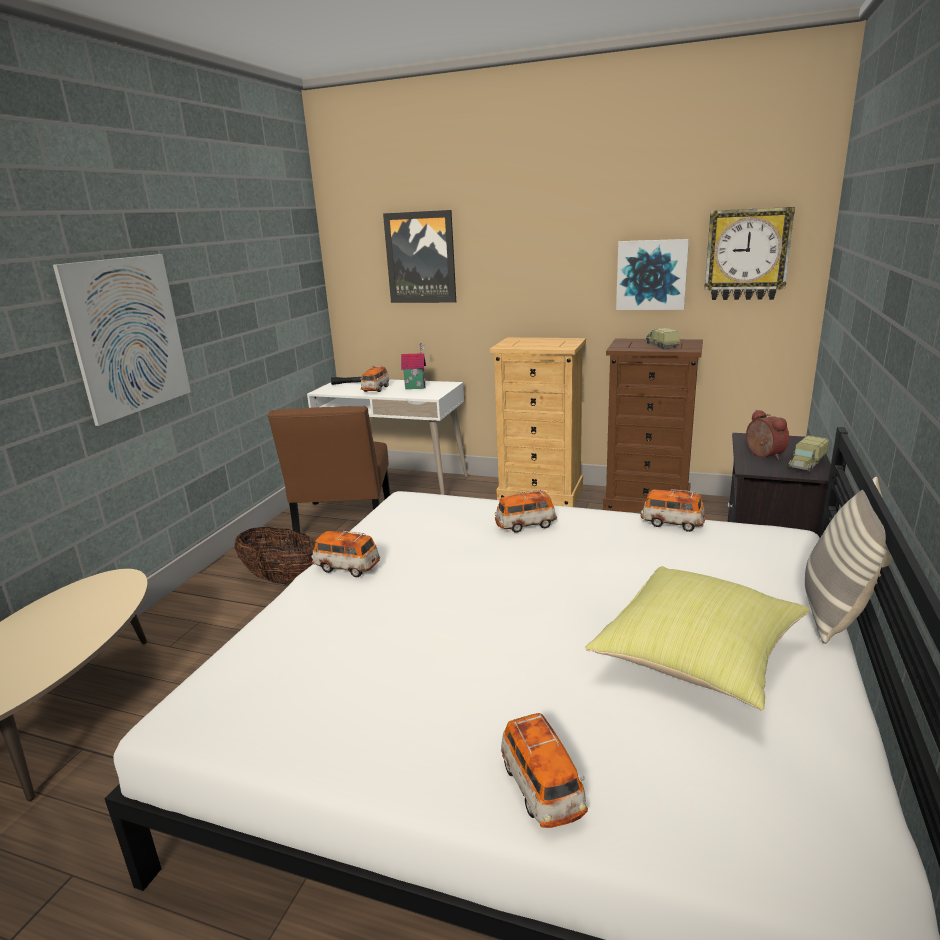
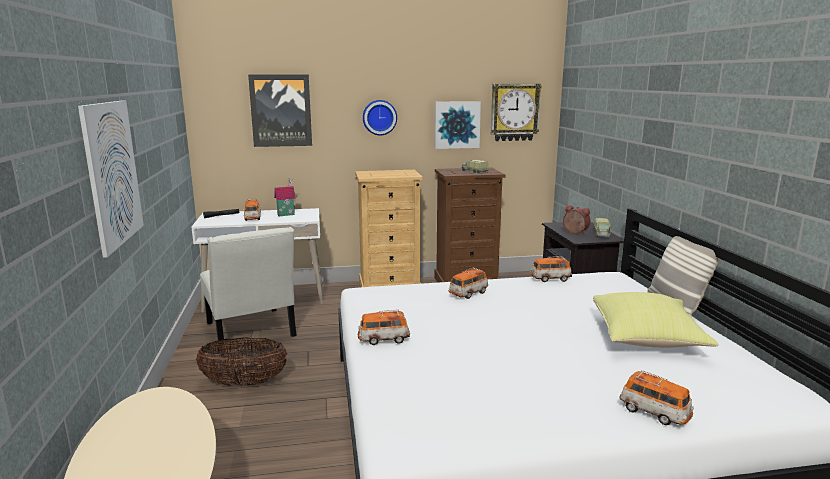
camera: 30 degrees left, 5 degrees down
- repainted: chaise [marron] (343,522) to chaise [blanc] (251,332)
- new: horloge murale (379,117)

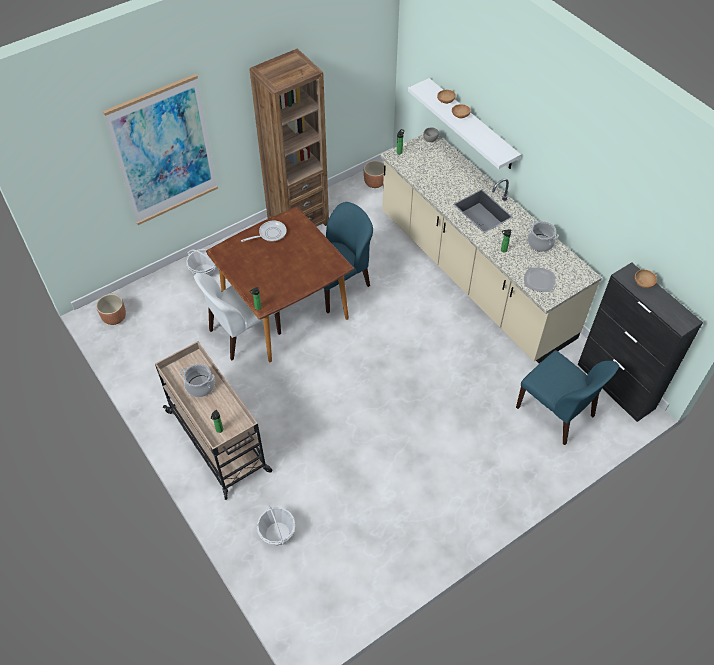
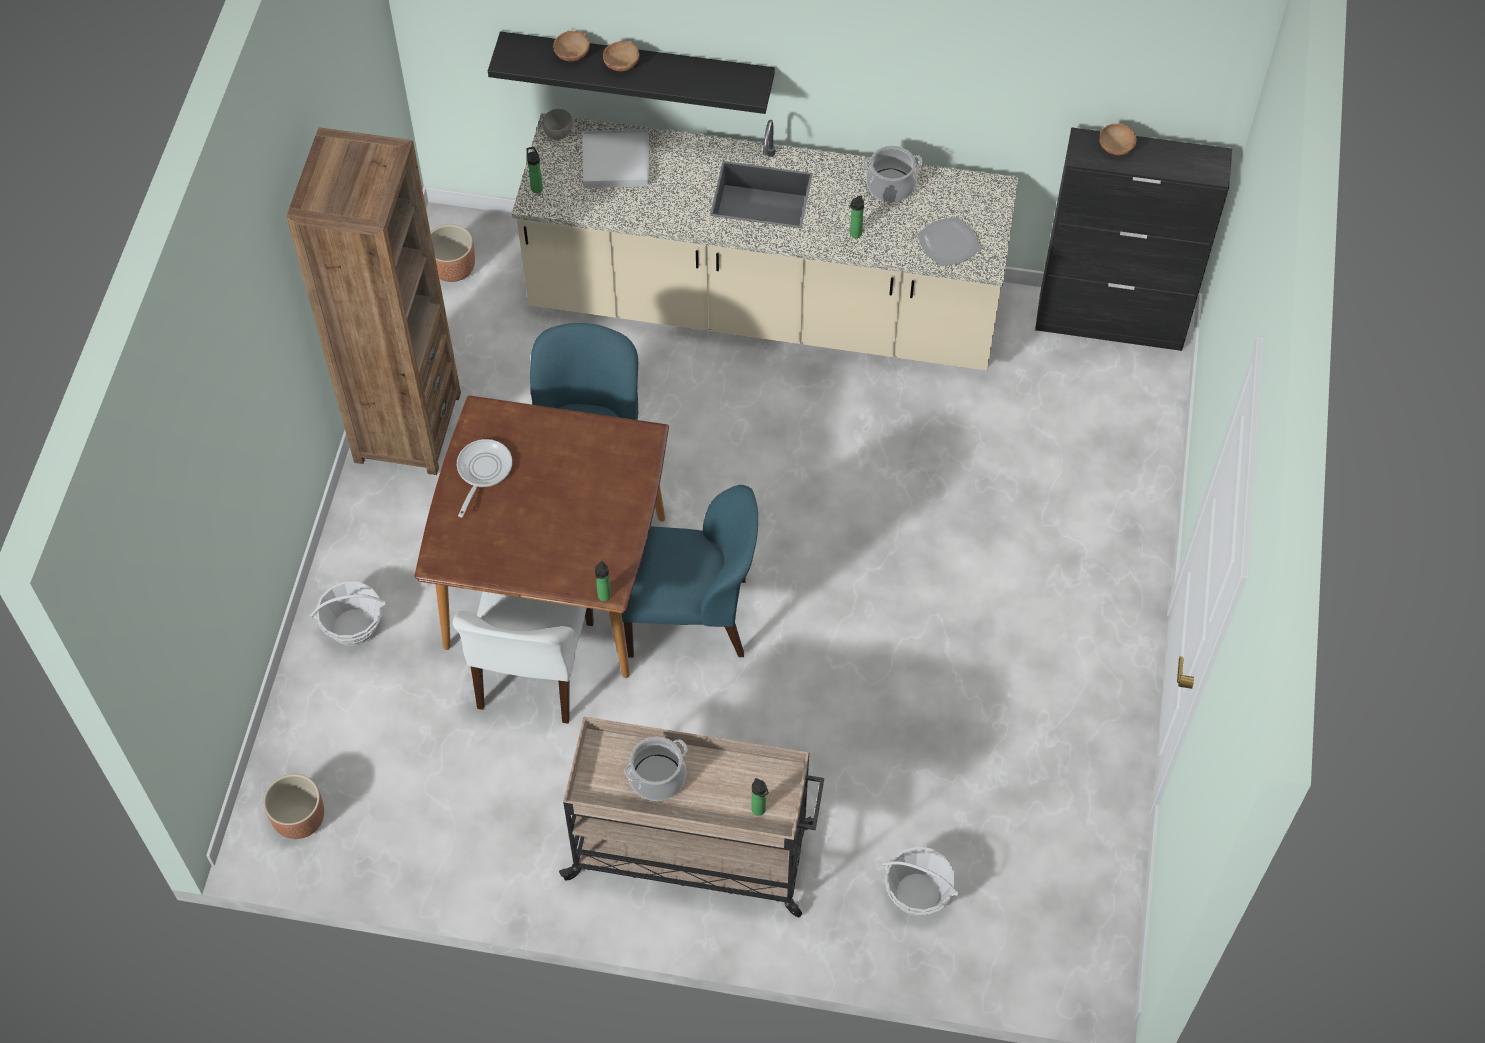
camera: 45 degrees left, 5 degrees up
- gone: tableau (164,152)
- repainted: étagère [blanc] (471,124) to étagère [noir] (637,66)
- shifted: chaise [bleu] (556,412) to (690,617)
- new: plateau [blanc] (616,162)

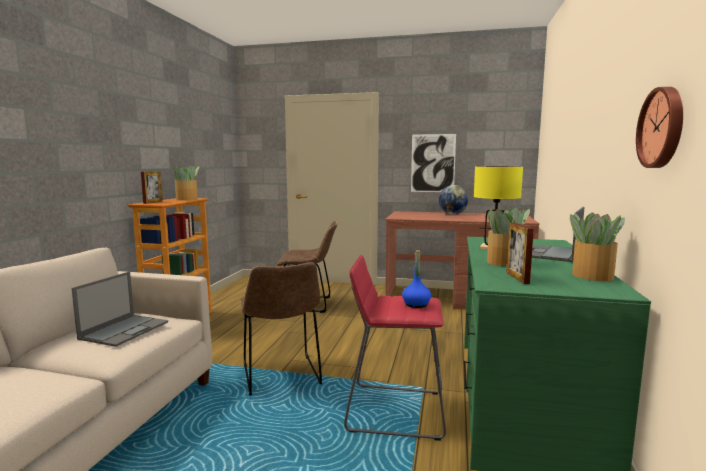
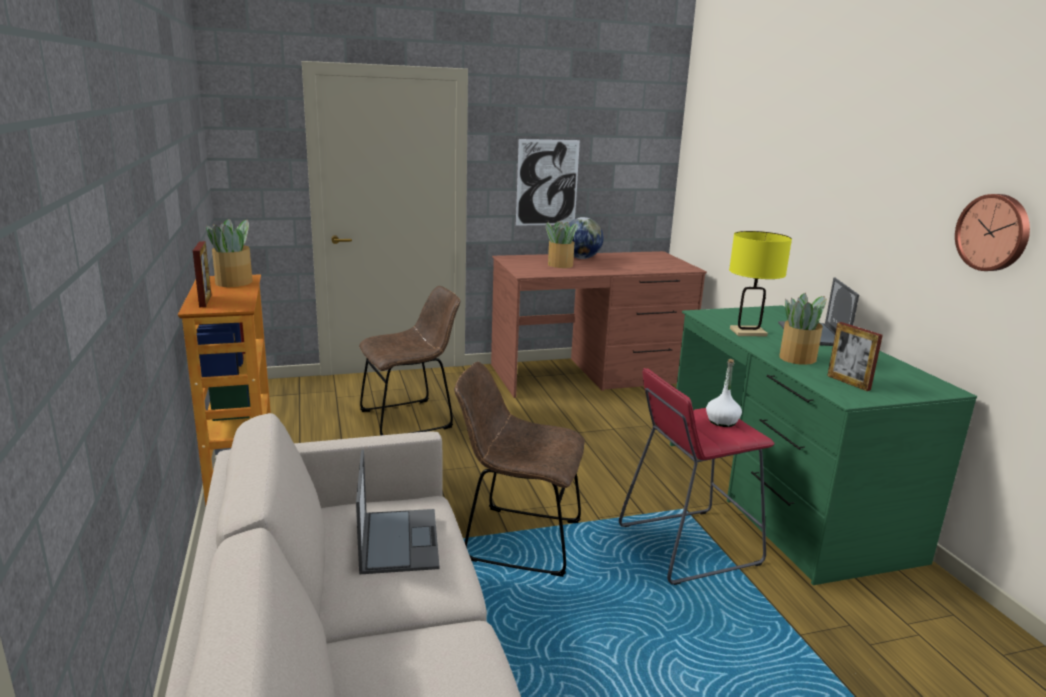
camera: 30 degrees left, 10 degrees up
- rotated: chaise [marron] (281,376) = (517,539) 150 degrees clockwise
- repainted: bouteille [bleu] (416,304) to bouteille [blanc] (722,421)
- shifted: plante en pot (591,276) to (559,265)

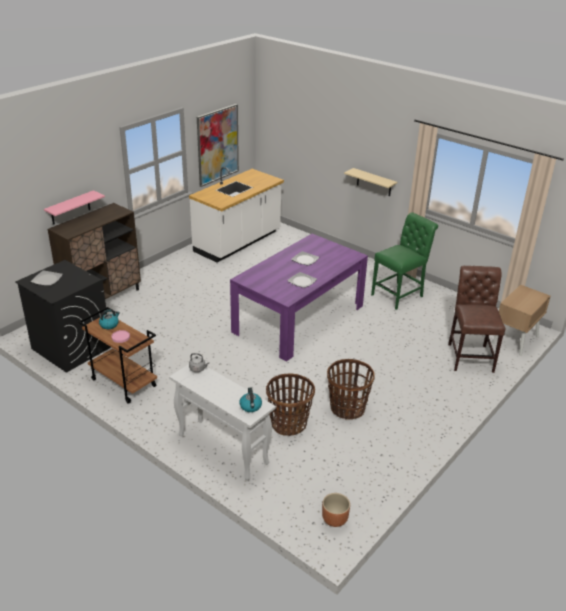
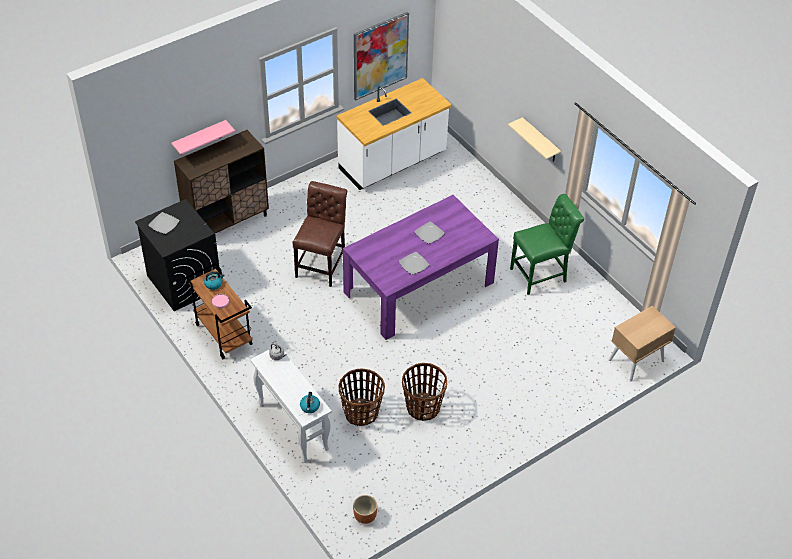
camera: 15 degrees right, 15 degrees up
- shifted: chaise [marron] (470,355) to (322,264)

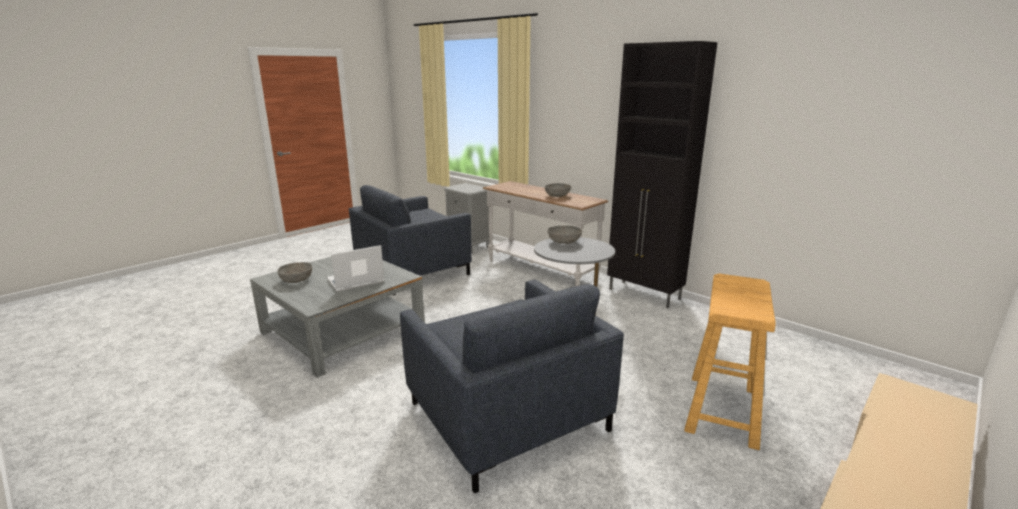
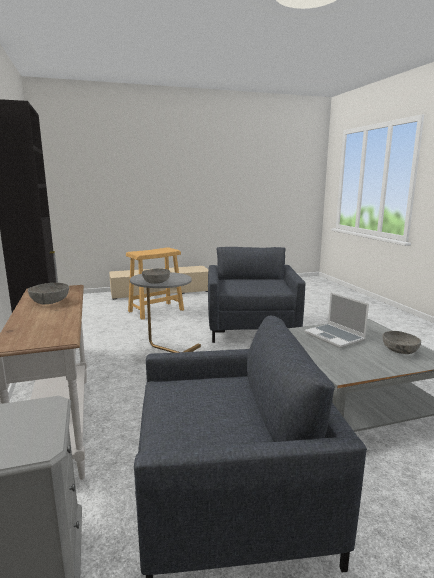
camera: 150 degrees left, 5 degrees down
- rotated: ordinateur portable (355,281) = (335,337) 60 degrees clockwise

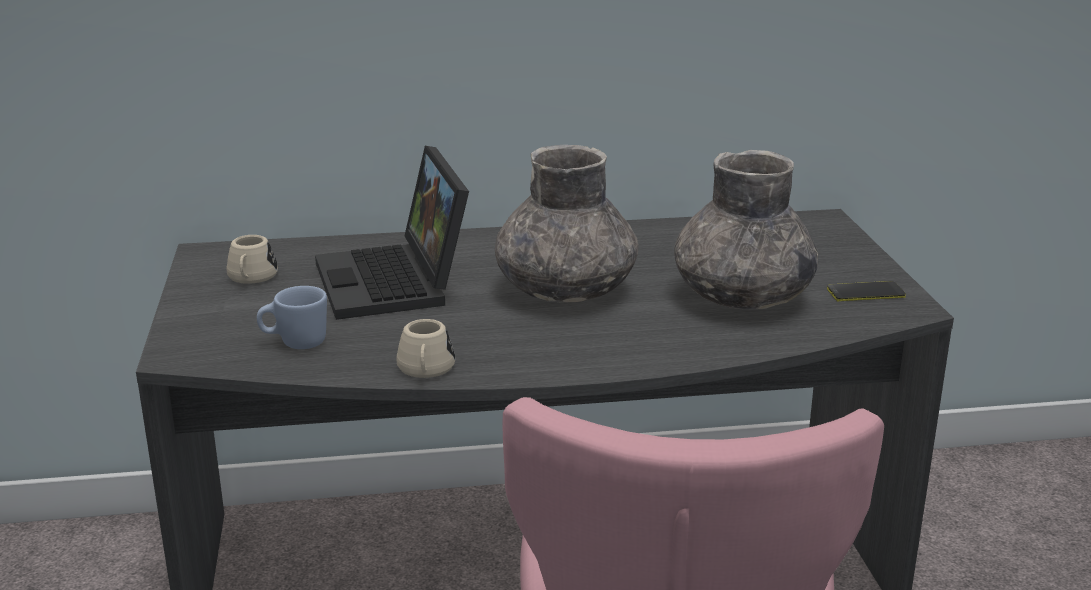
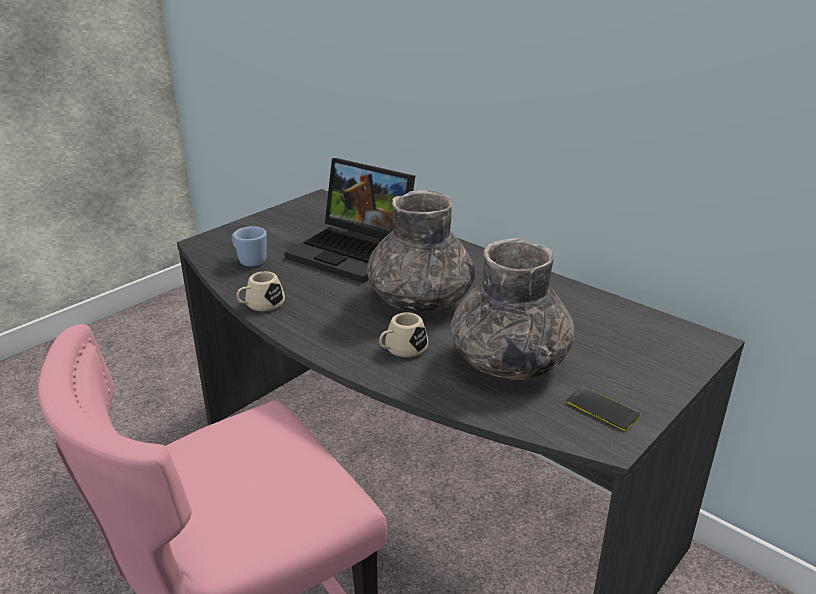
camera: 50 degrees right, 5 degrees up
- shifted: mug [beige] (251,278) to (401,349)
- rotated: ordinateur portable (396,283) = (355,252) 90 degrees counterclockwise

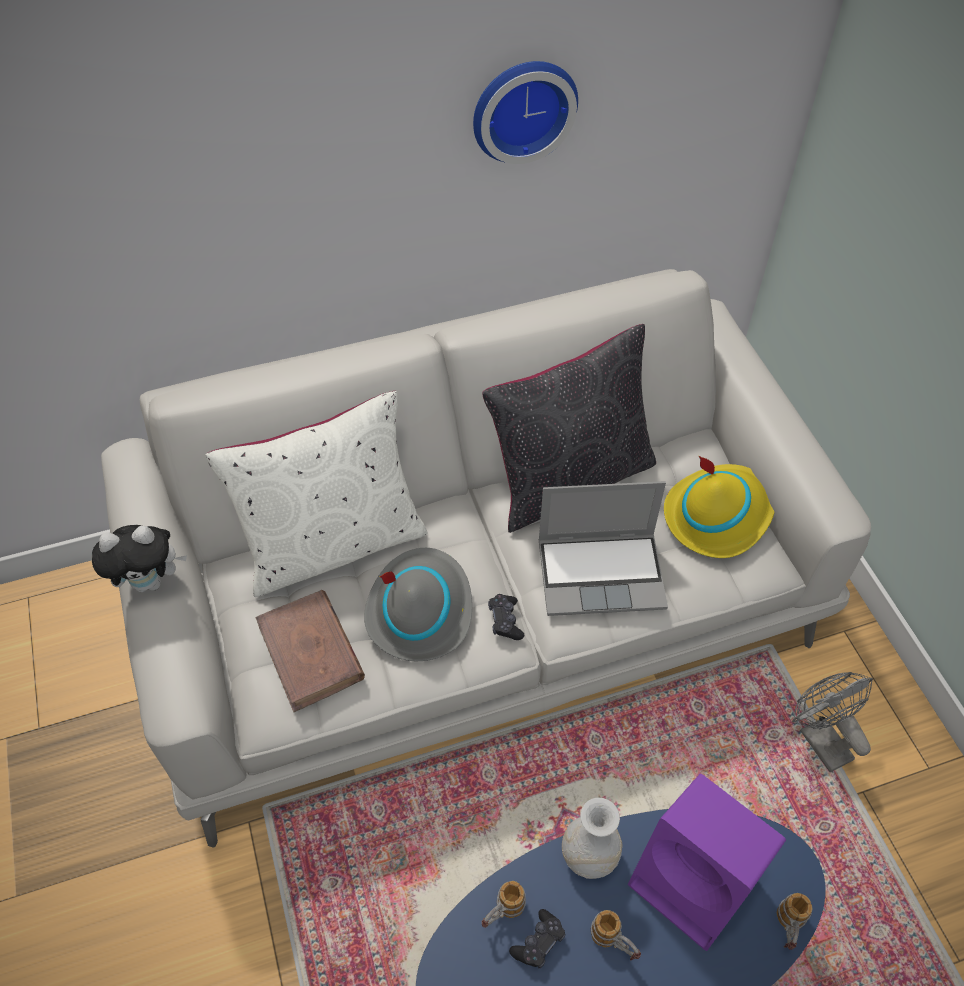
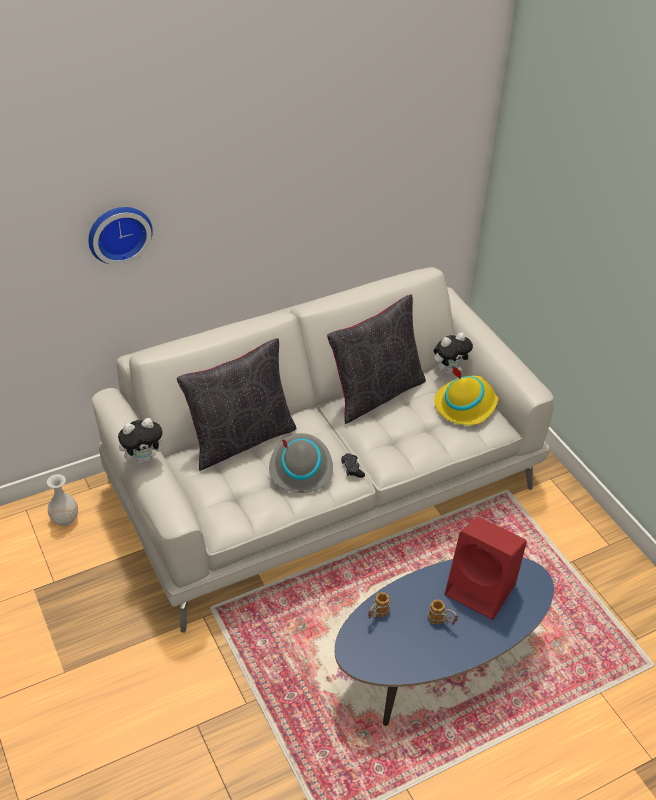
camera: 10 degrees left, 10 degrees down
- repainted: coussin [blanc] (333,543) to coussin [noir] (240,439)
- gone: livre [marron] (310,652)
- shifted: horloge murale (522,108) to (118,233)
- gone: manette [noir] (538,942)
- gone: ordinateur portable (602,573)
- shifted: vase [blanc] (589,856) to (65,519)
- repainted: enceinte [violet] (696,883) to enceinte [rouge] (482,589)
- gone: mug (788,929)
- gone: ventilateur [gris] (819,738)
- new: peluche (449,370)

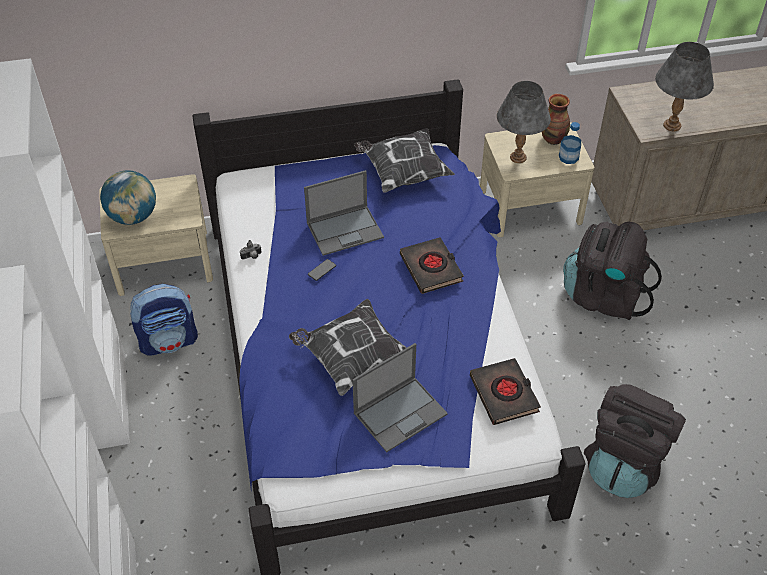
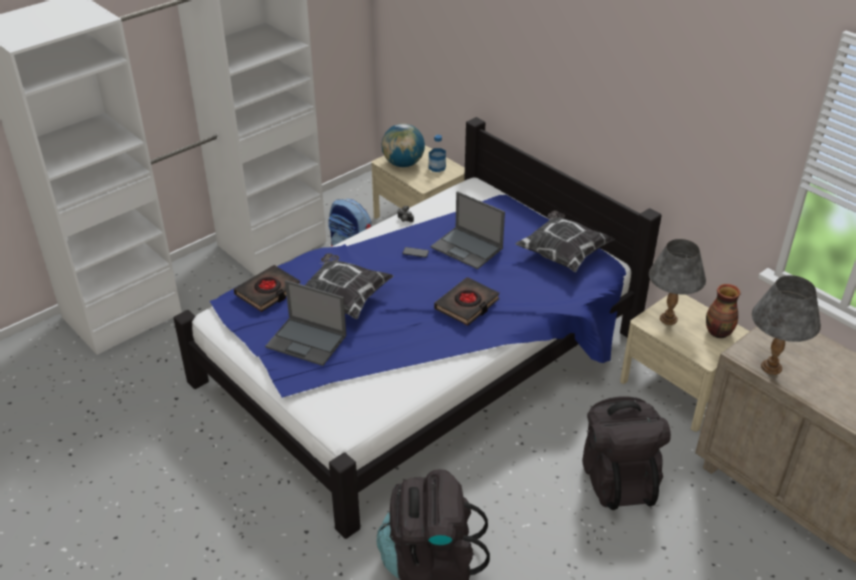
camera: 60 degrees right, 10 degrees down
- shifted: livre [noir] (504,394) to (268,292)
- shifted: bouteille (568,157) to (437,167)

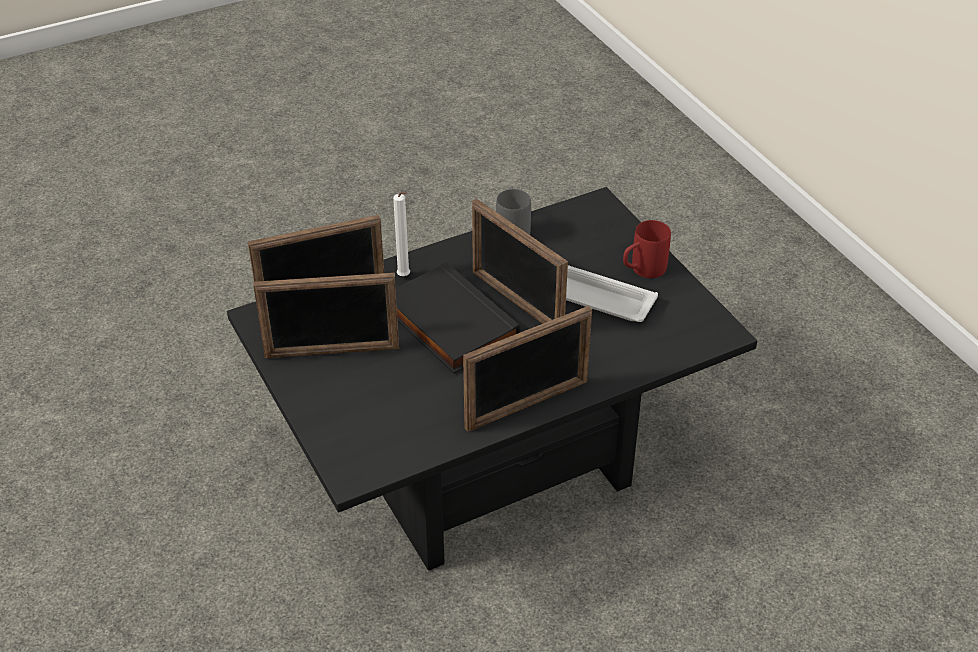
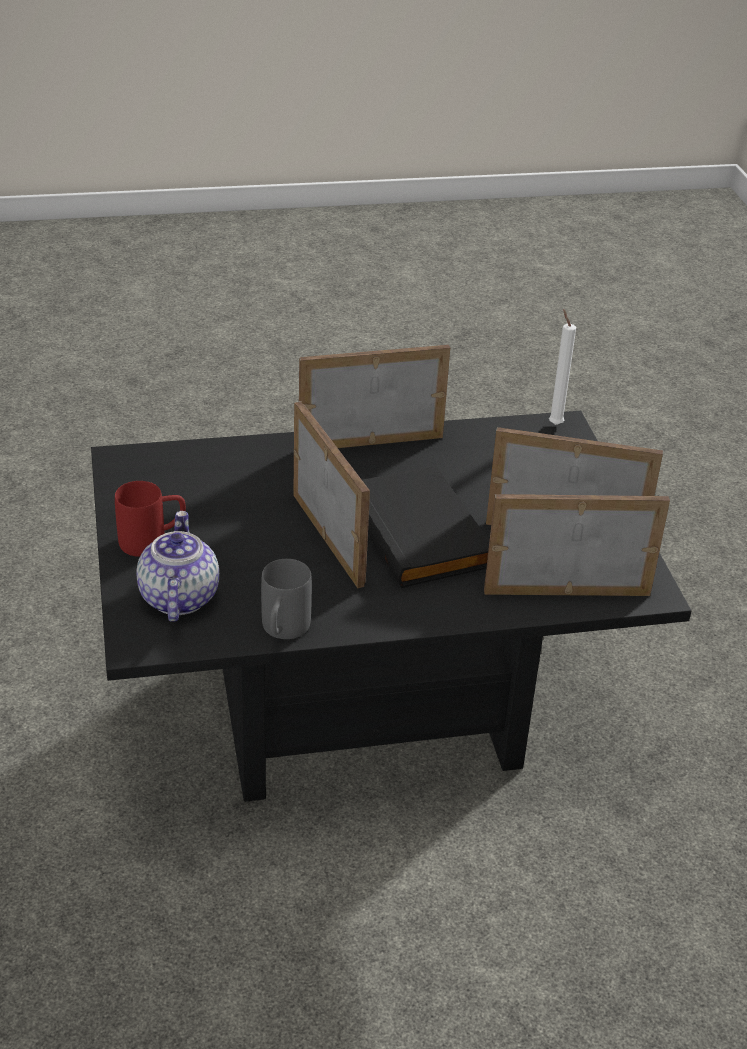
camera: 165 degrees left, 5 degrees down
- shifted: bougie [blanc] (405,277) to (554,423)
- gone: plateau [blanc] (597,299)
- new: théière (178,597)

